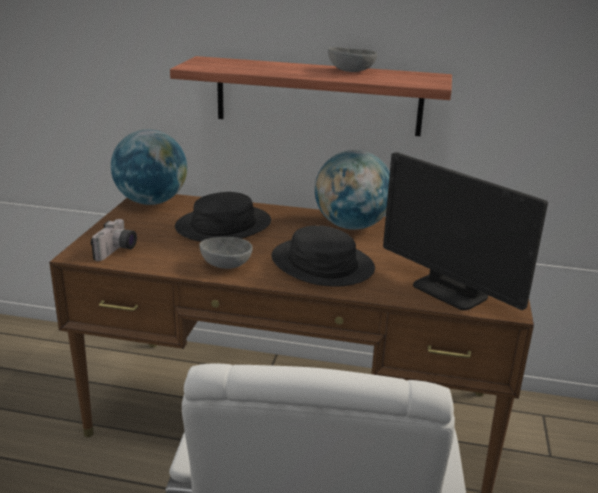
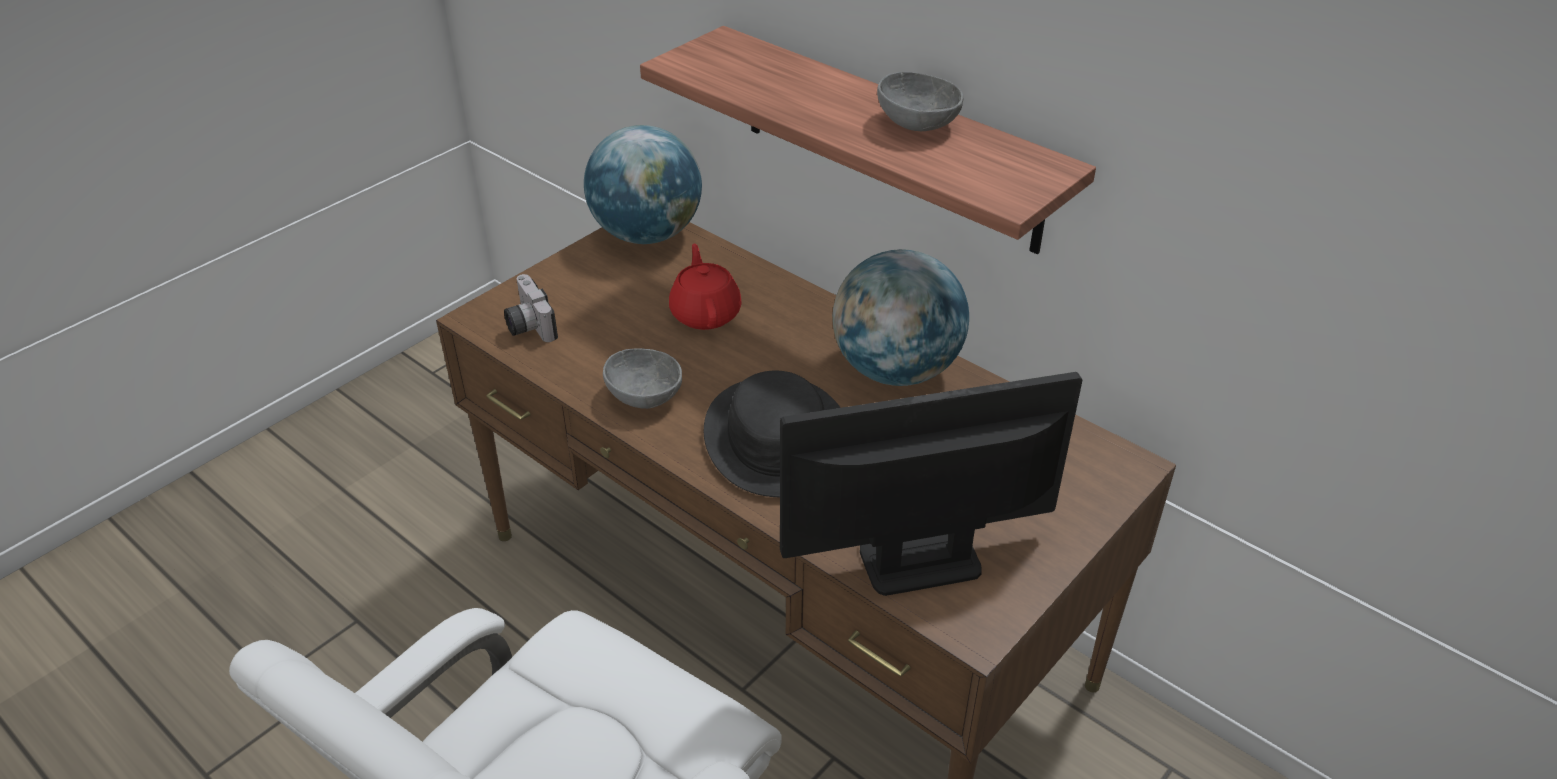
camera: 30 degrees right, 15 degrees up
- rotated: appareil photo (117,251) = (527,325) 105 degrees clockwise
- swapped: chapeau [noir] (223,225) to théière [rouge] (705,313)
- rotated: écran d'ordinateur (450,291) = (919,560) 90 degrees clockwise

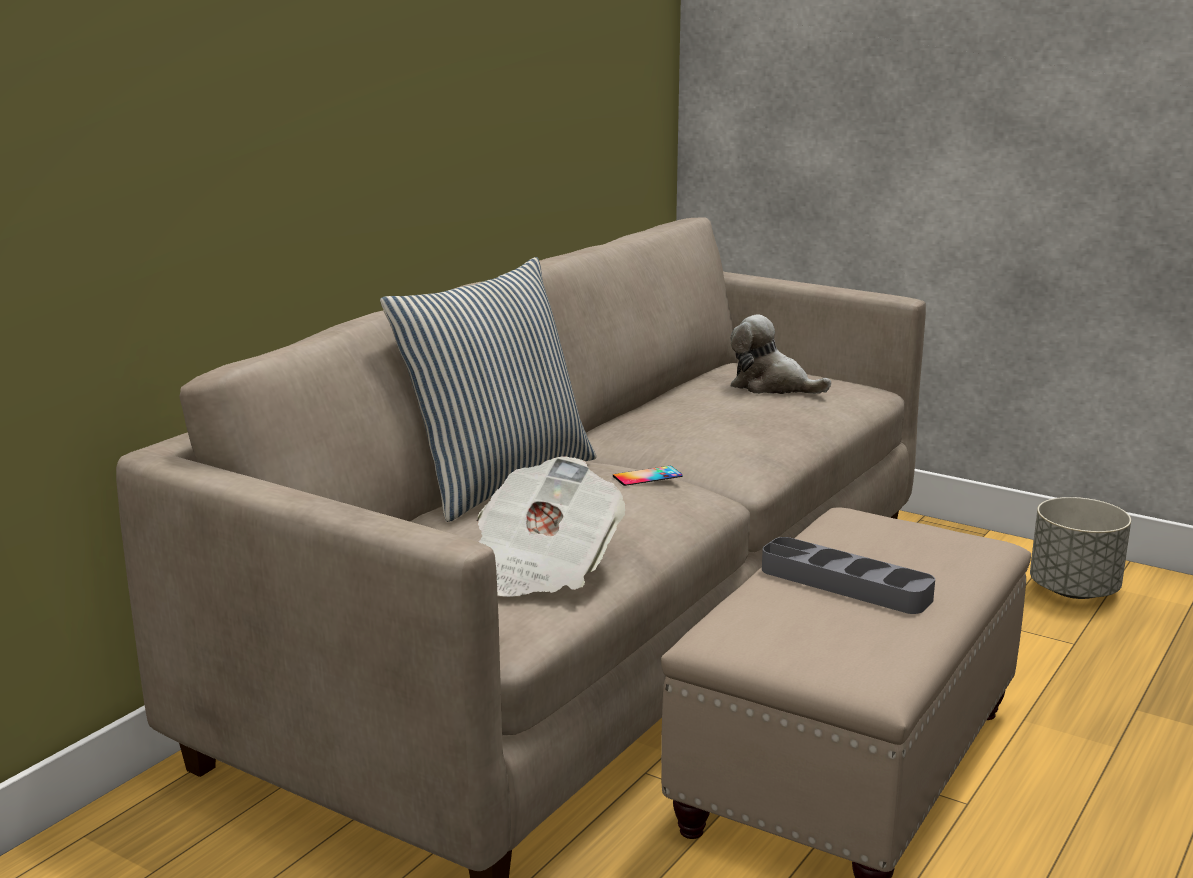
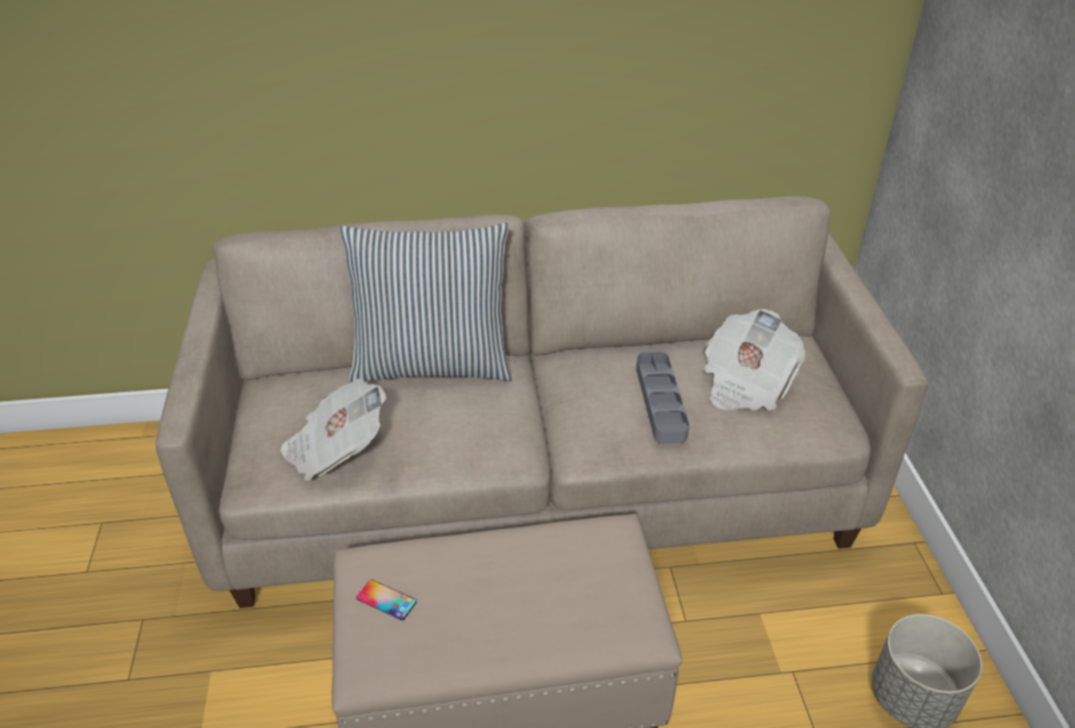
camera: 50 degrees right, 20 degrees up
- shifted: téléphone (647,476) to (386,600)
- swapped: peluche (771,386) to journal (745,383)
- shifted: plateau [gris] (845,584) to (660,401)

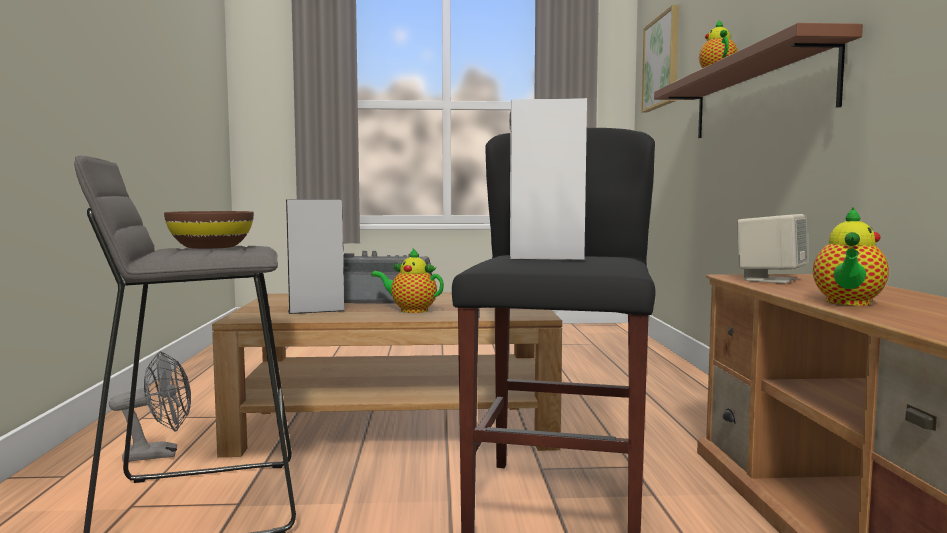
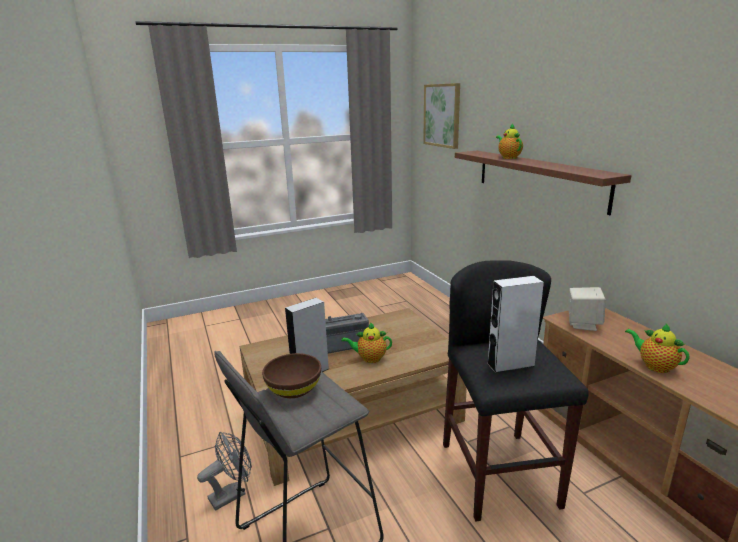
camera: 20 degrees left, 15 degrees up
- rotated: théière (848,303) = (654,366) 135 degrees clockwise

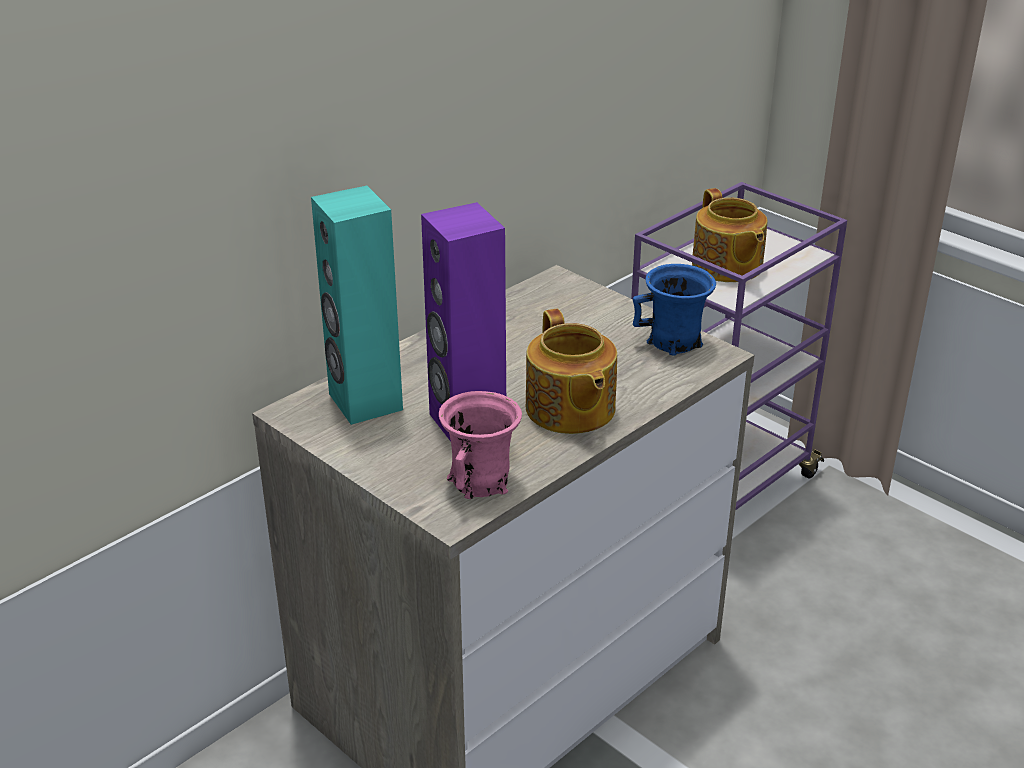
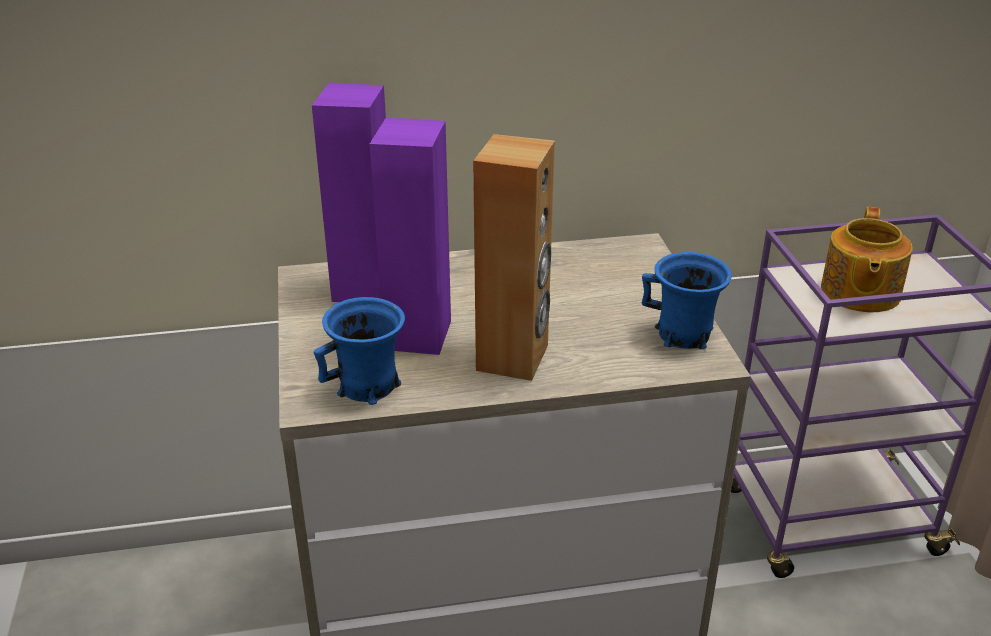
camera: 35 degrees right, 0 degrees up
- repainted: enceinte [turquoise] (364,402) to enceinte [violet] (363,288)
- repainted: mug [rose] (481,481) to mug [bleu] (368,386)
- swapped: théière (569,410) to enceinte [marron] (513,358)

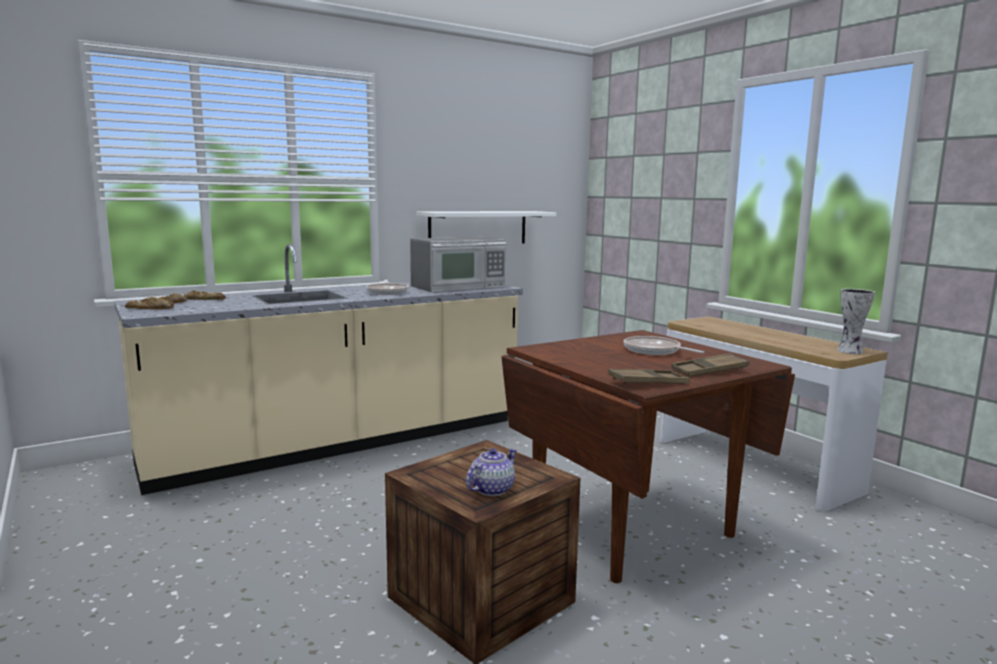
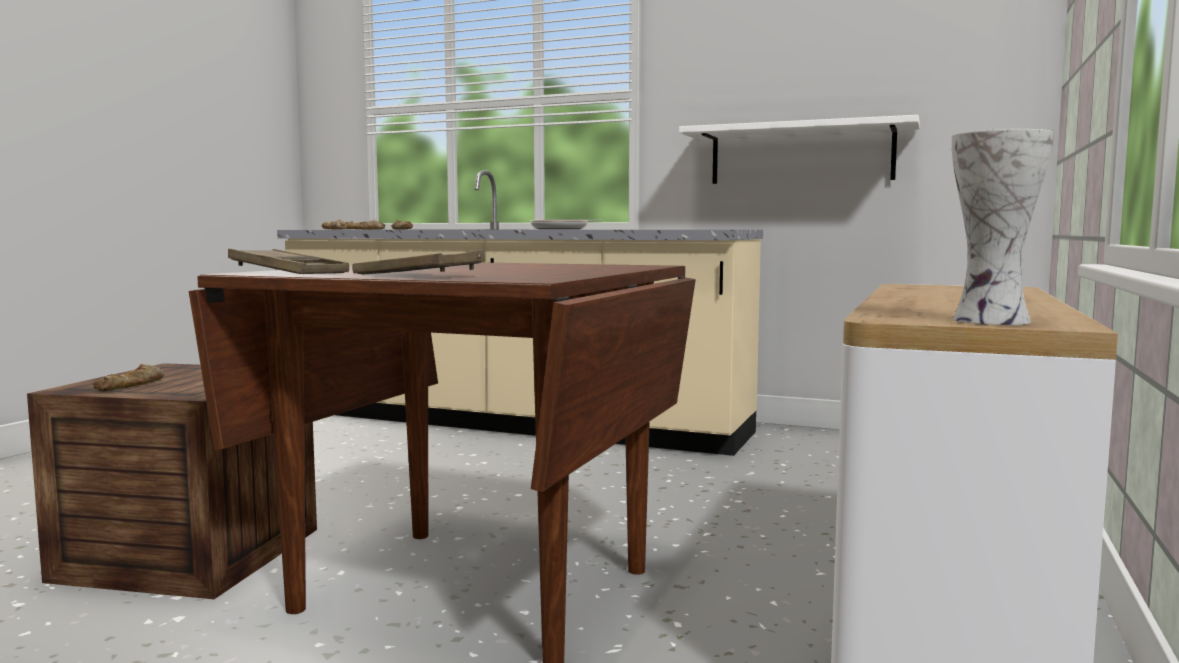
camera: 55 degrees right, 5 degrees down
- gone: micro-ondes (459,287)
- swapped: théière (491,489) to pain (132,385)
- gone: poêle (654,351)

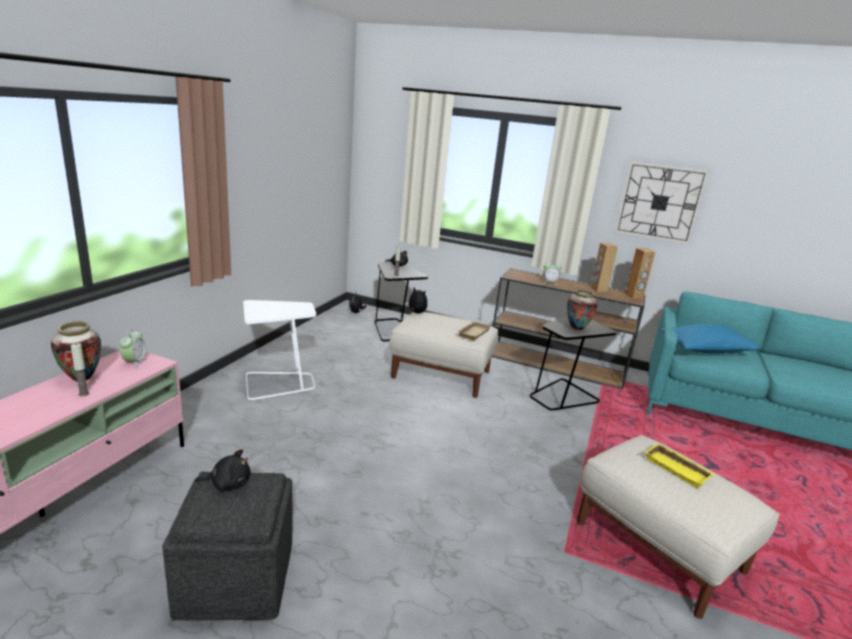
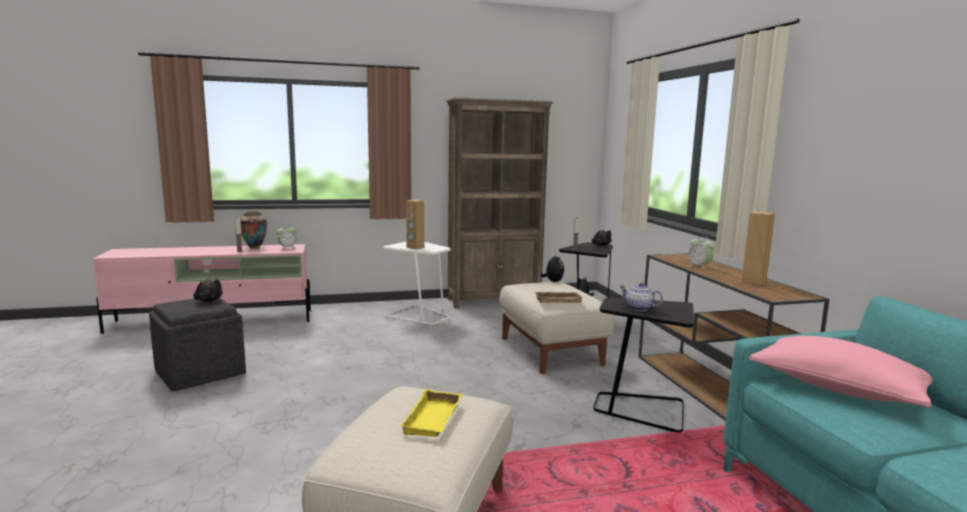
camera: 55 degrees right, 10 degrees down
- swapped: vase (576,329) to théière (638,308)
- gone: horloge murale (659,202)
- shifted: enceinte [marron] (634,296) to (415,247)
- repainted: coussin [bleu] (705,350) to coussin [rose] (837,388)
- new: bibliothèque [marron] (494,301)

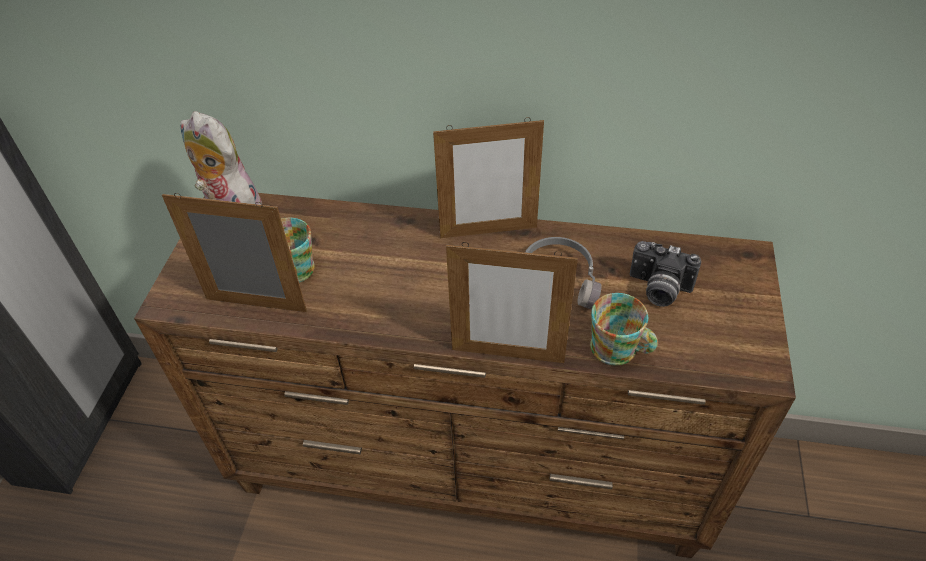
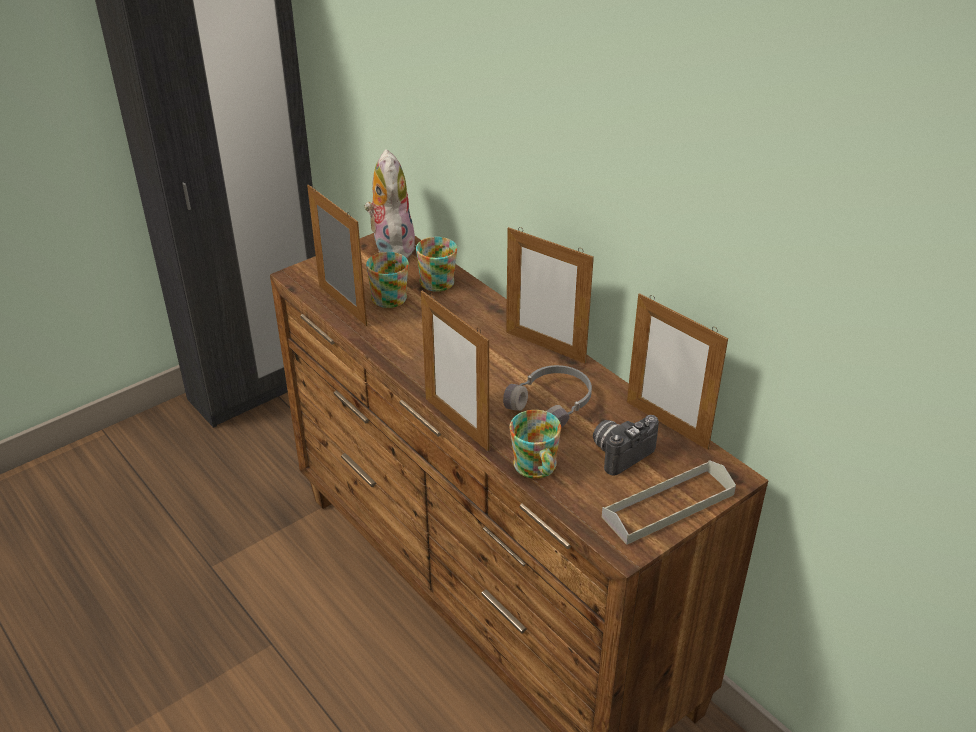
camera: 40 degrees right, 10 degrees down
- rotated: appareil photo (658,289) = (620,452) 75 degrees clockwise
- new: mug (439,279)
- new: plateau [gris] (668,506)
- new: cadre photo (666,425)

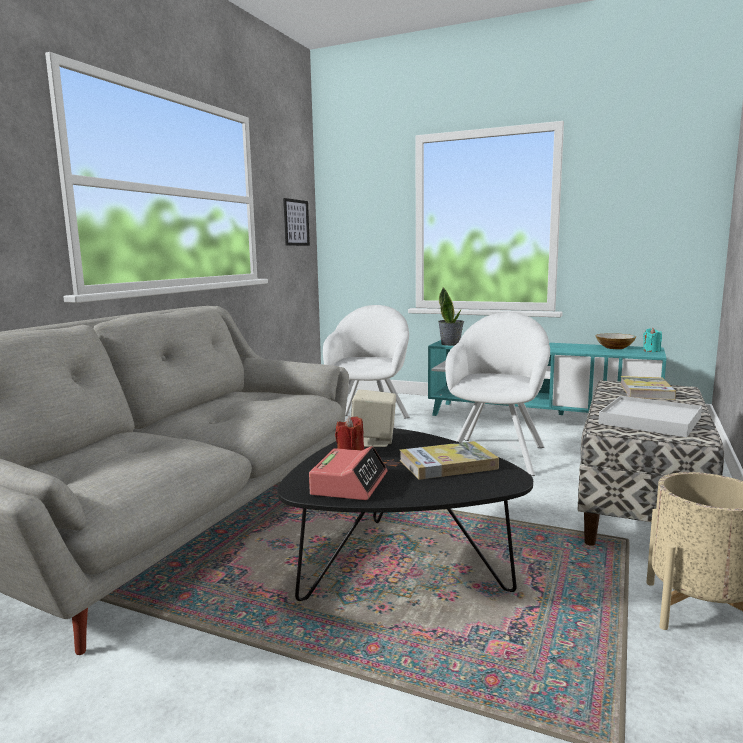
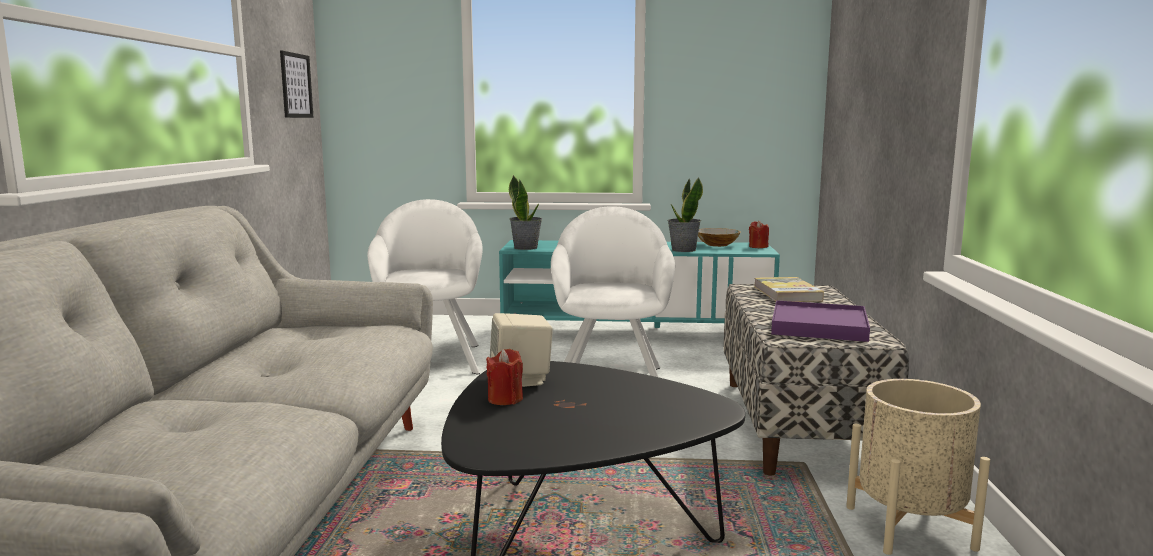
camera: 20 degrees left, 0 degrees up
- gone: réveil (349,484)
- gone: livre (448,464)
- repainted: plateau [blanc] (650,420) to plateau [violet] (819,326)
- repainted: bougie [turquoise] (651,350) to bougie [rouge] (758,247)
- new: plante en pot (683,250)

